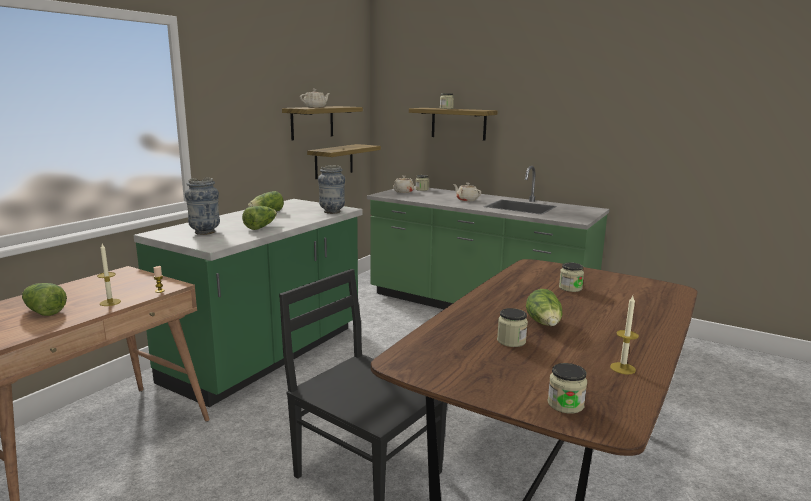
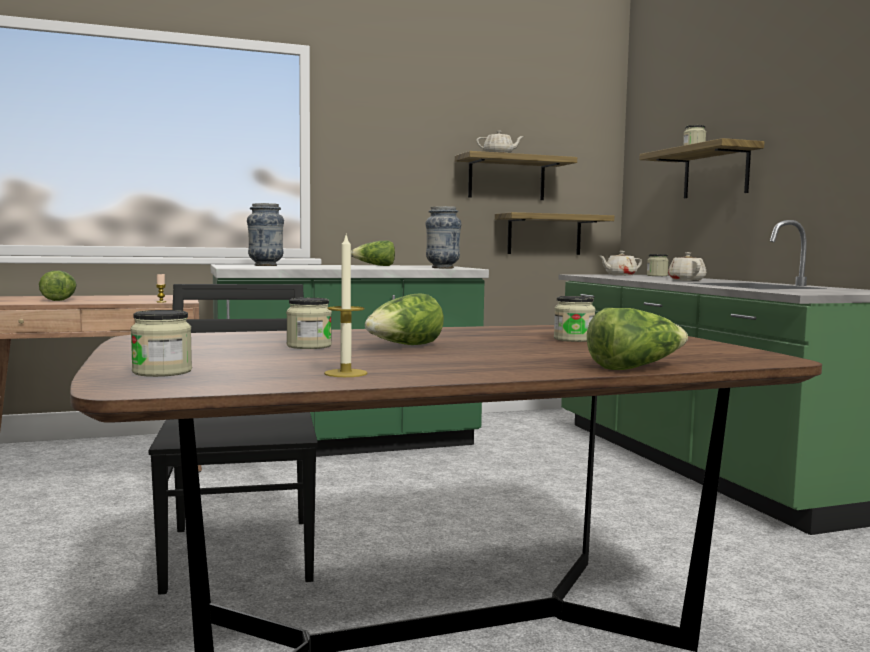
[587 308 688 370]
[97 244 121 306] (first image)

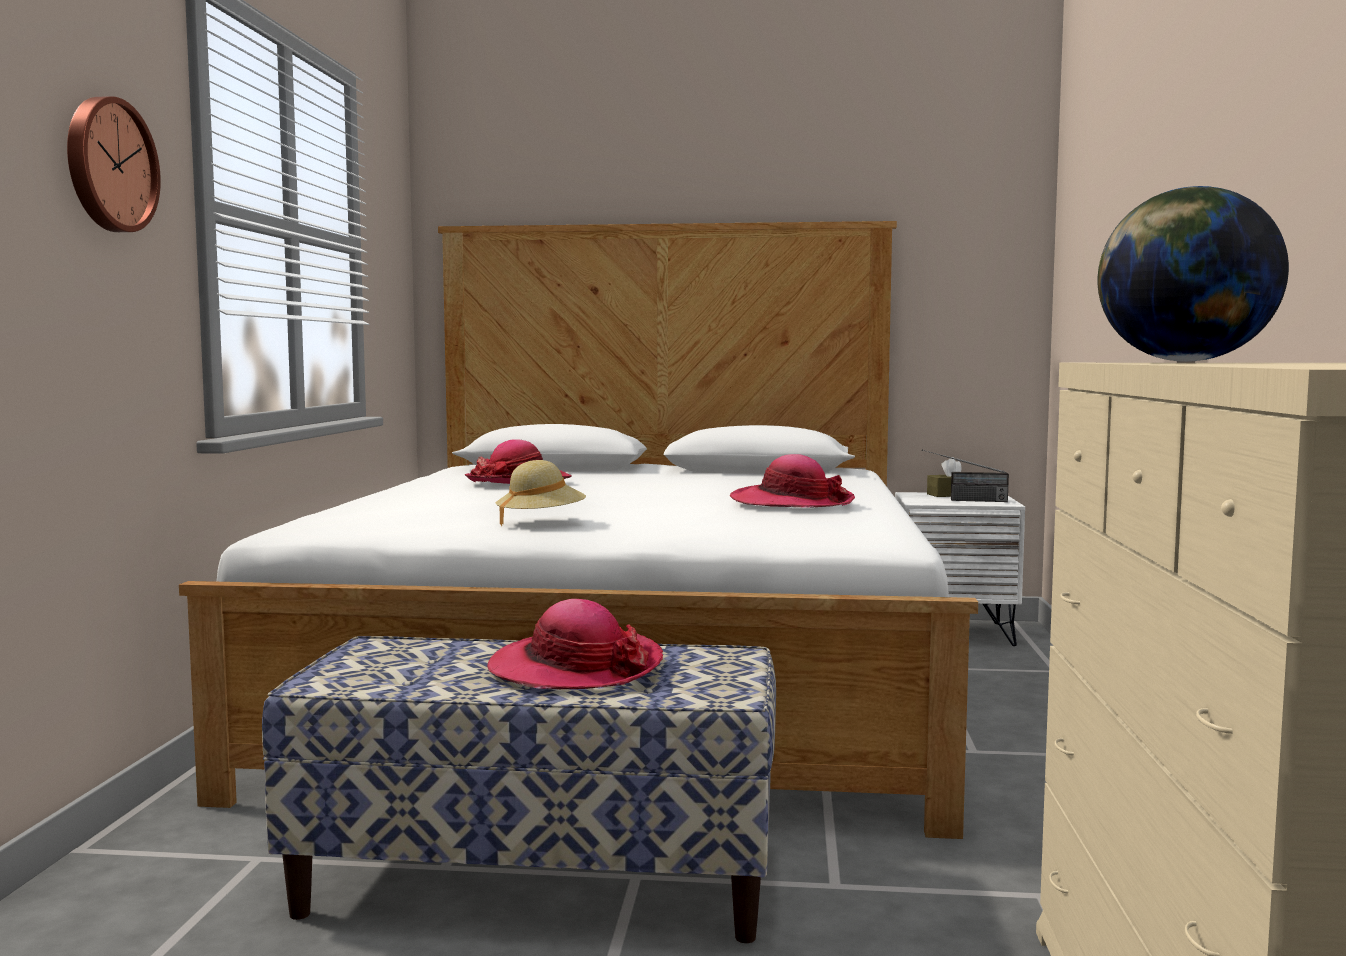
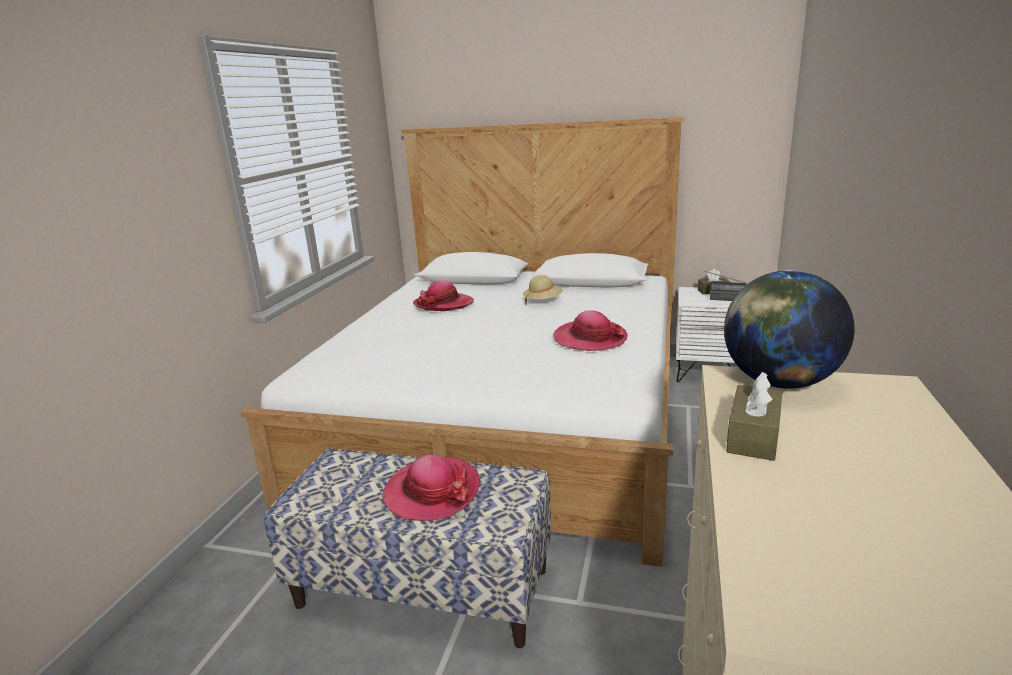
[523 275 563 305]
[726 372 783 461]
[67 96 161 232] (first image)

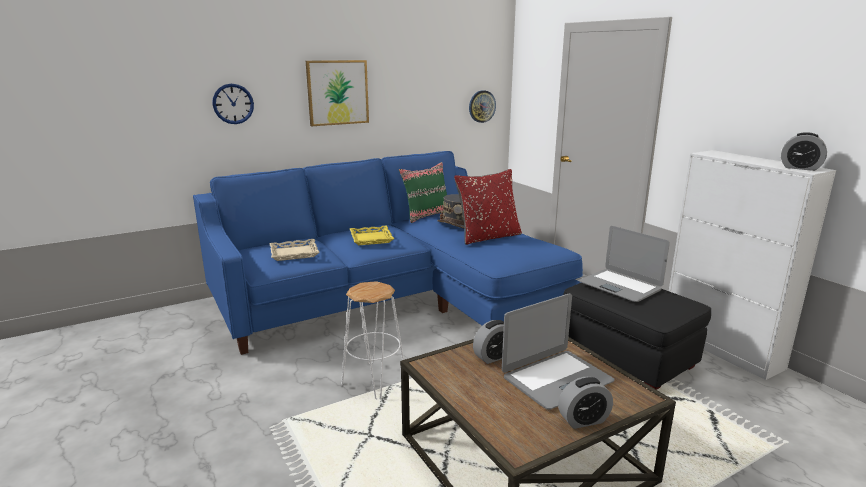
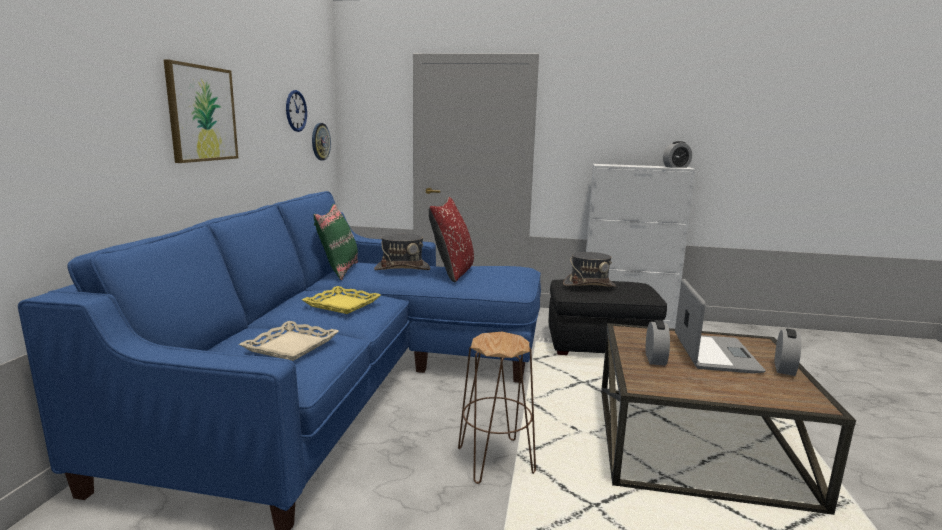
[286 90 307 132]
[458 332 536 484]
[563 252 616 287]

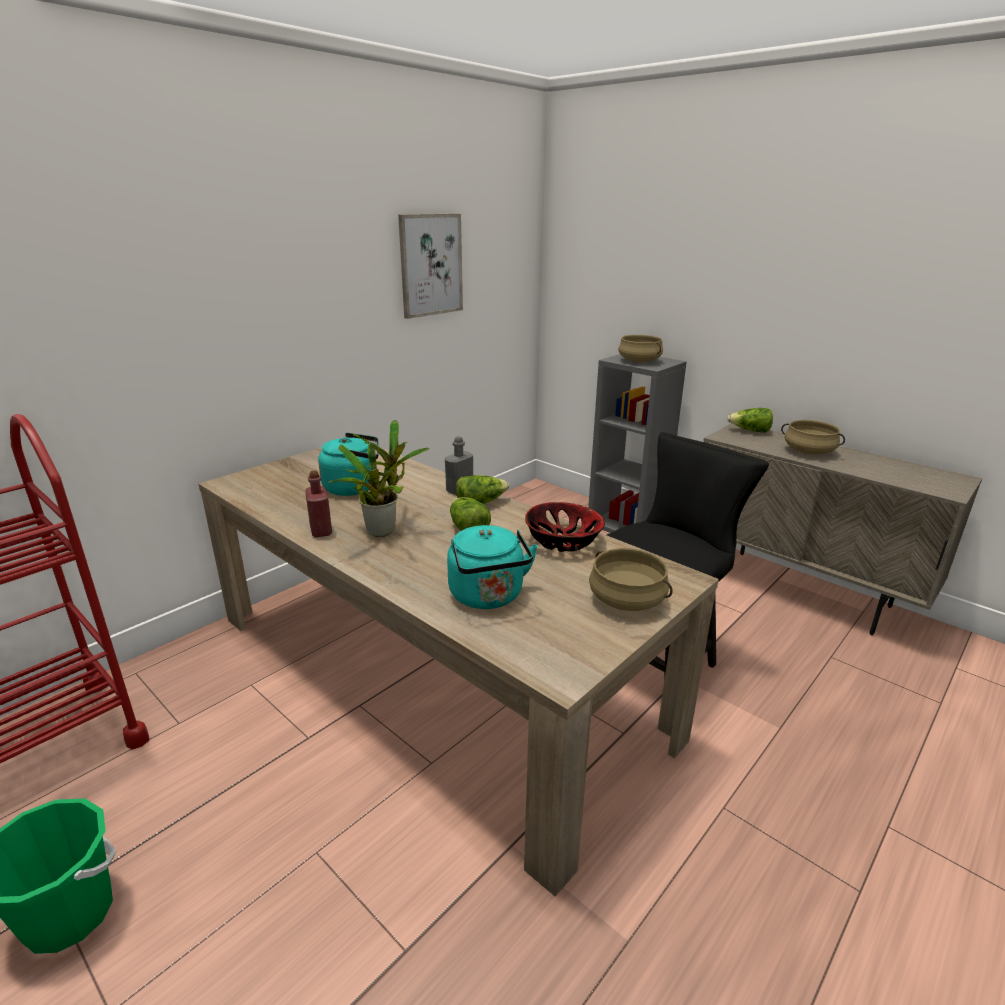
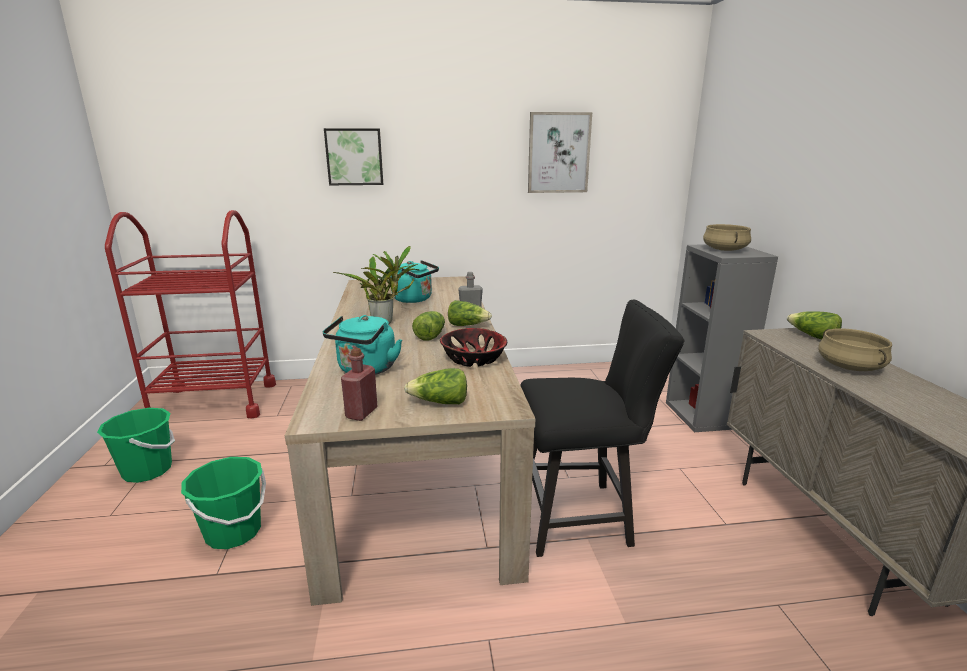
[181 457 266 549]
[324 128 383 185]
[341 348 378 421]
[404 368 467 404]

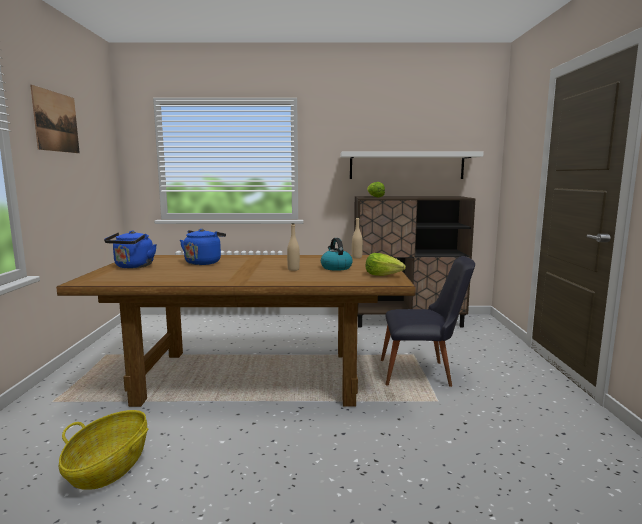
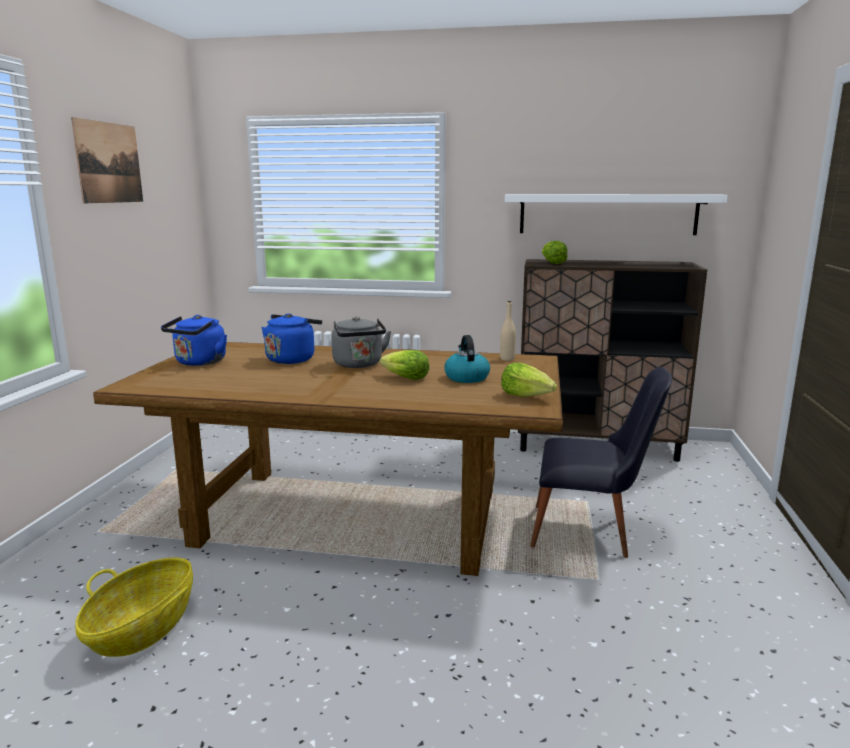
[332 316 391 368]
[380 350 429 380]

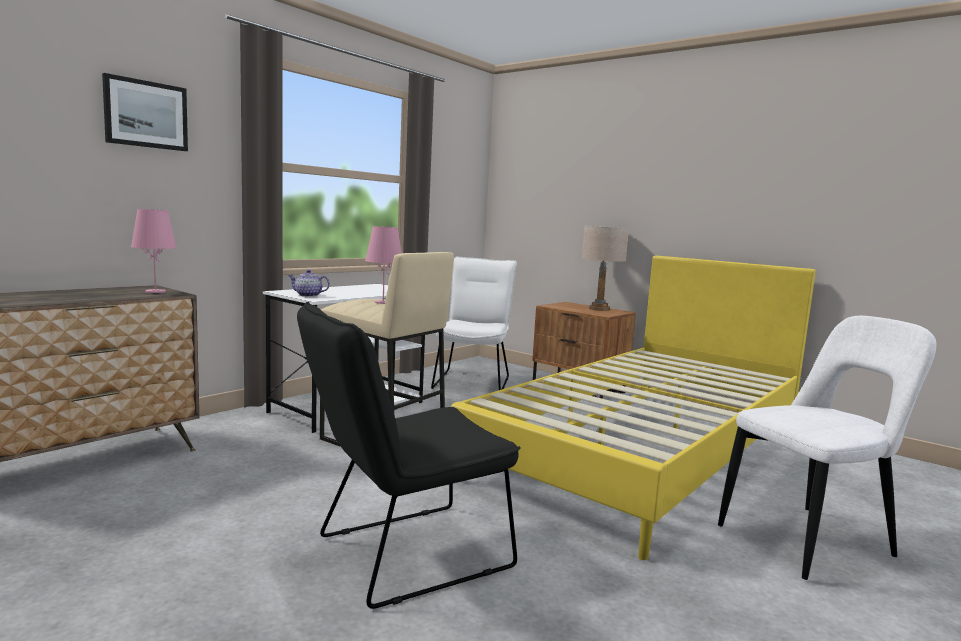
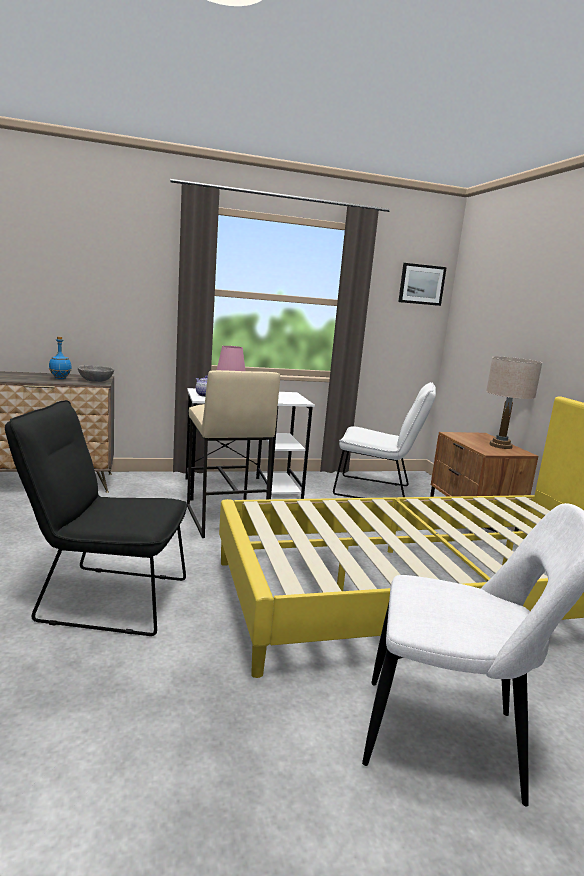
[49 337 72 379]
[78 365 114 382]
[333 382 436 498]
[398 263 447 306]

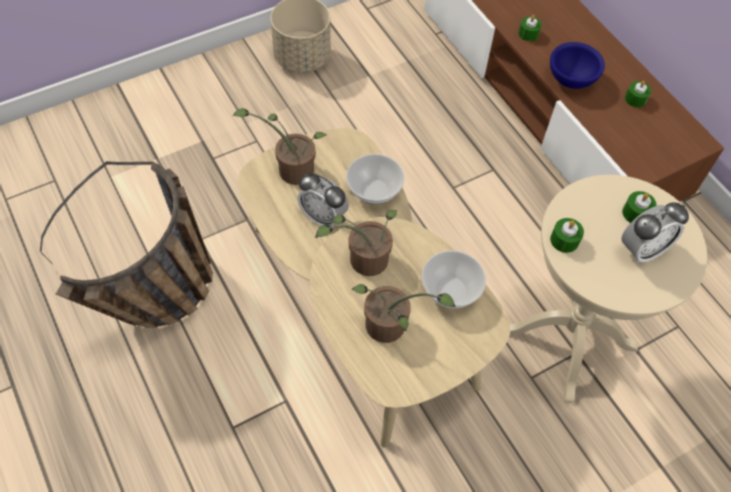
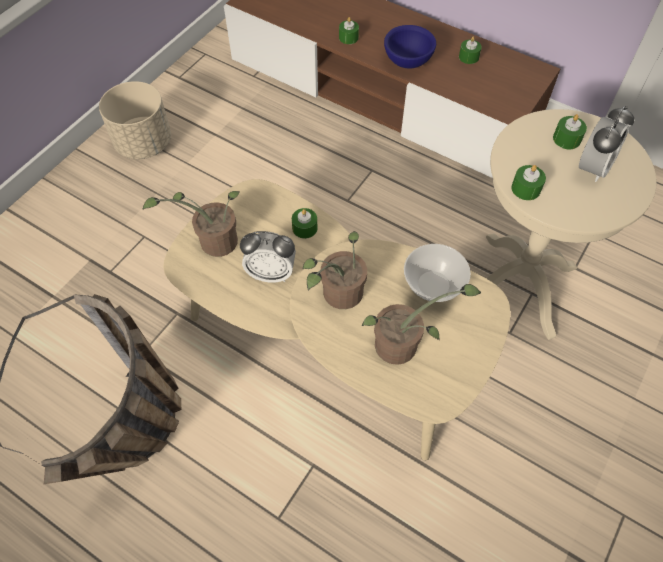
[292 208 317 239]

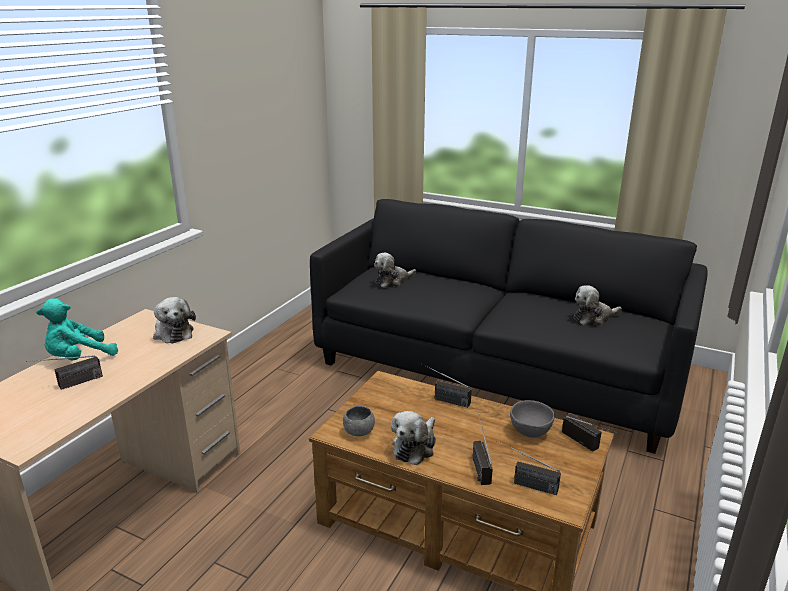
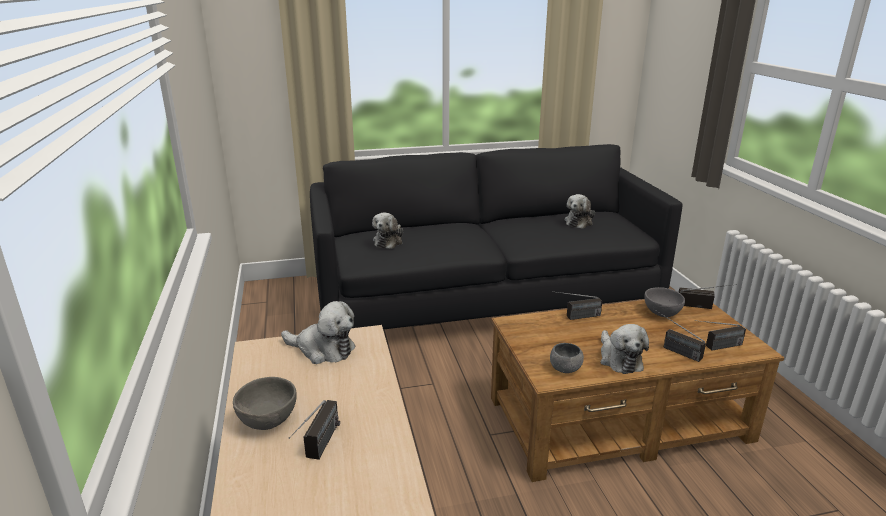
[233 377 297 430]

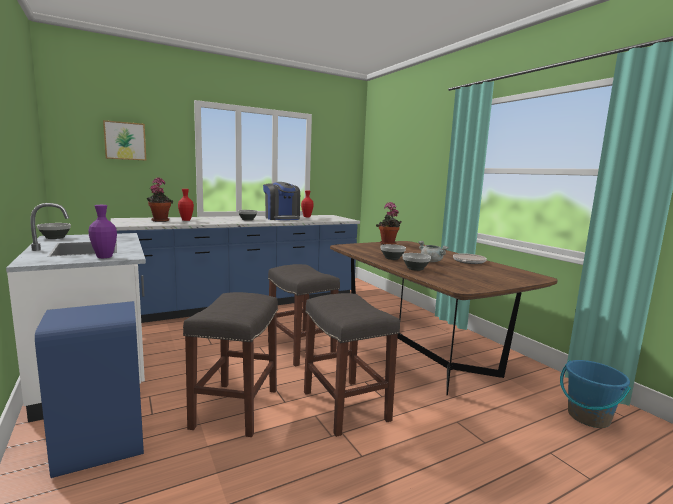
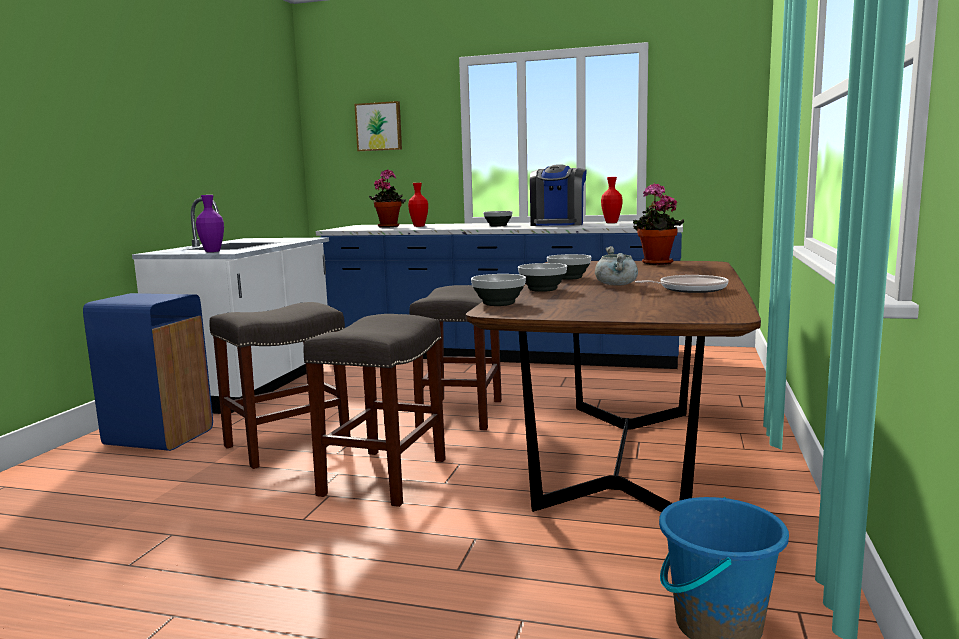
[471 274 526 306]

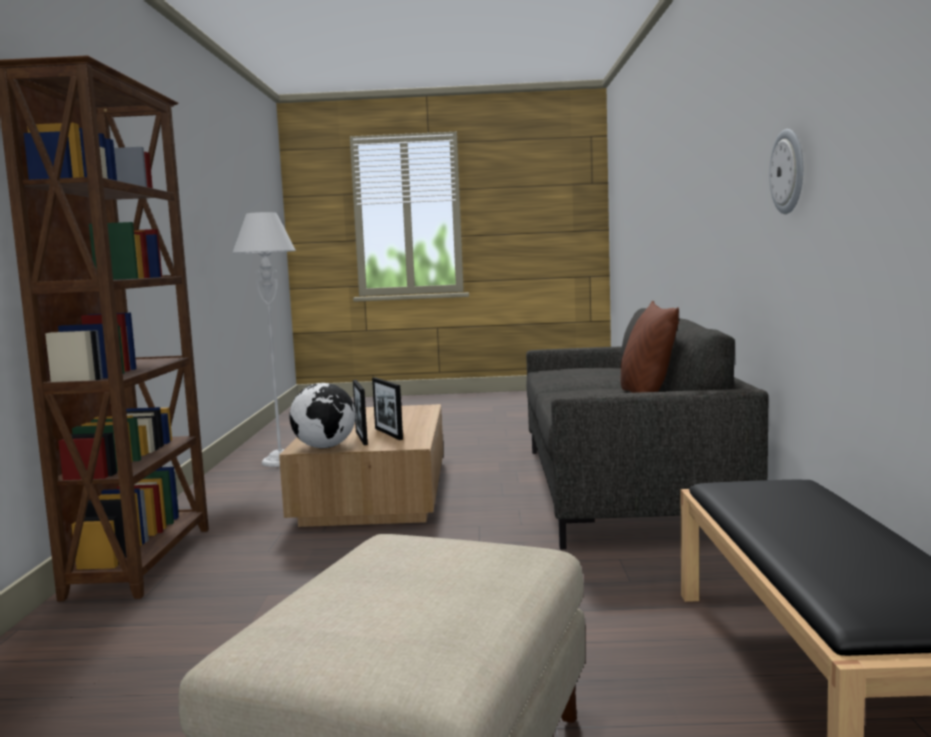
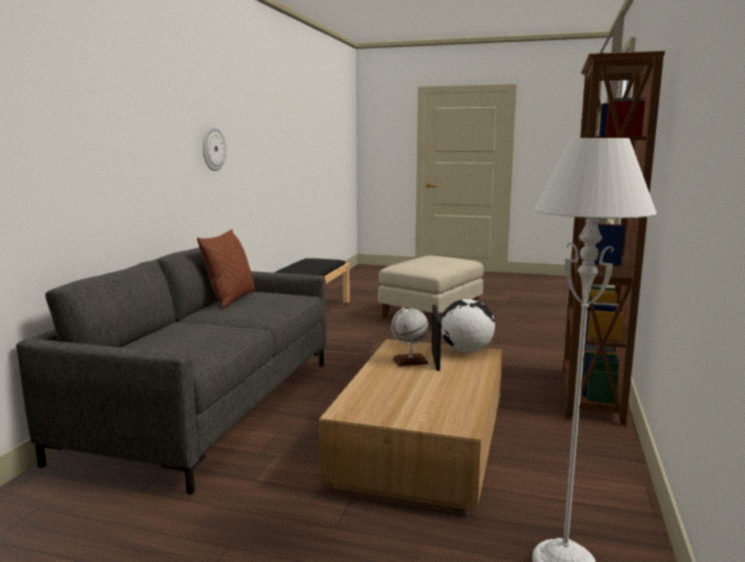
[391 307 429 366]

